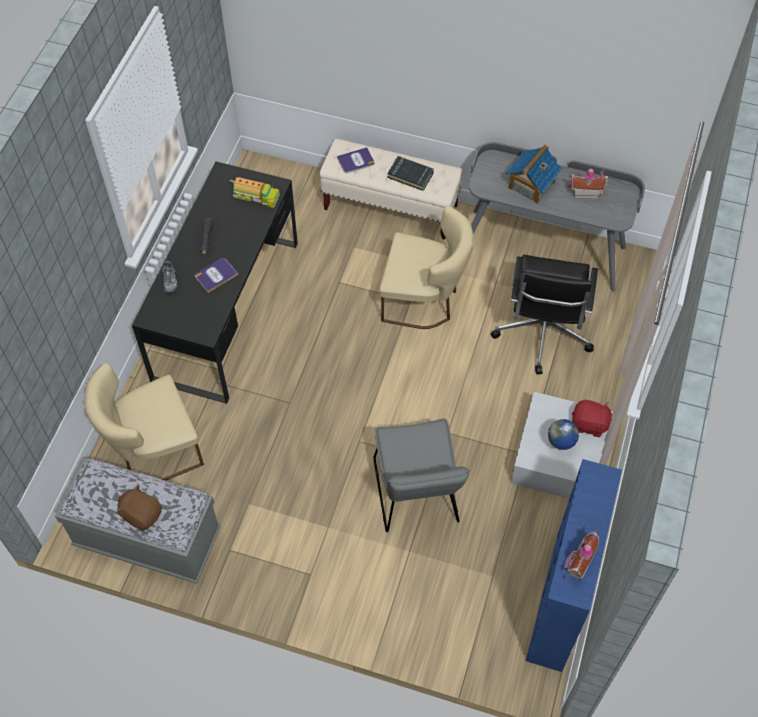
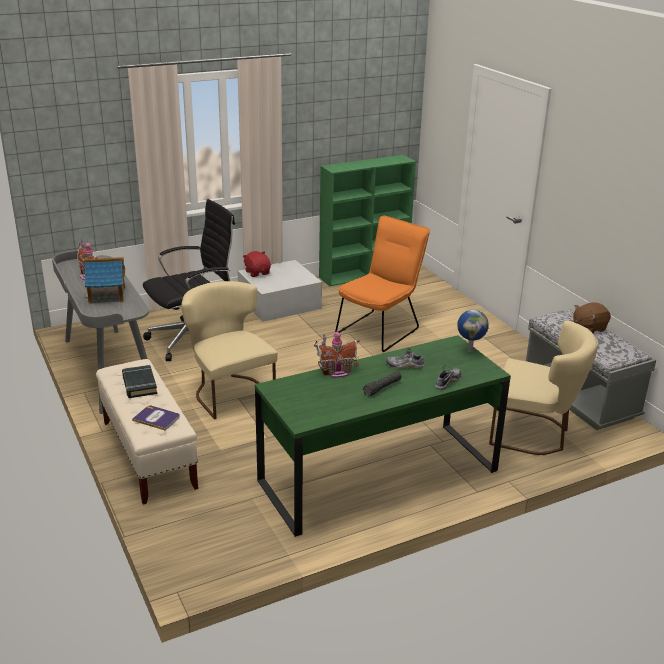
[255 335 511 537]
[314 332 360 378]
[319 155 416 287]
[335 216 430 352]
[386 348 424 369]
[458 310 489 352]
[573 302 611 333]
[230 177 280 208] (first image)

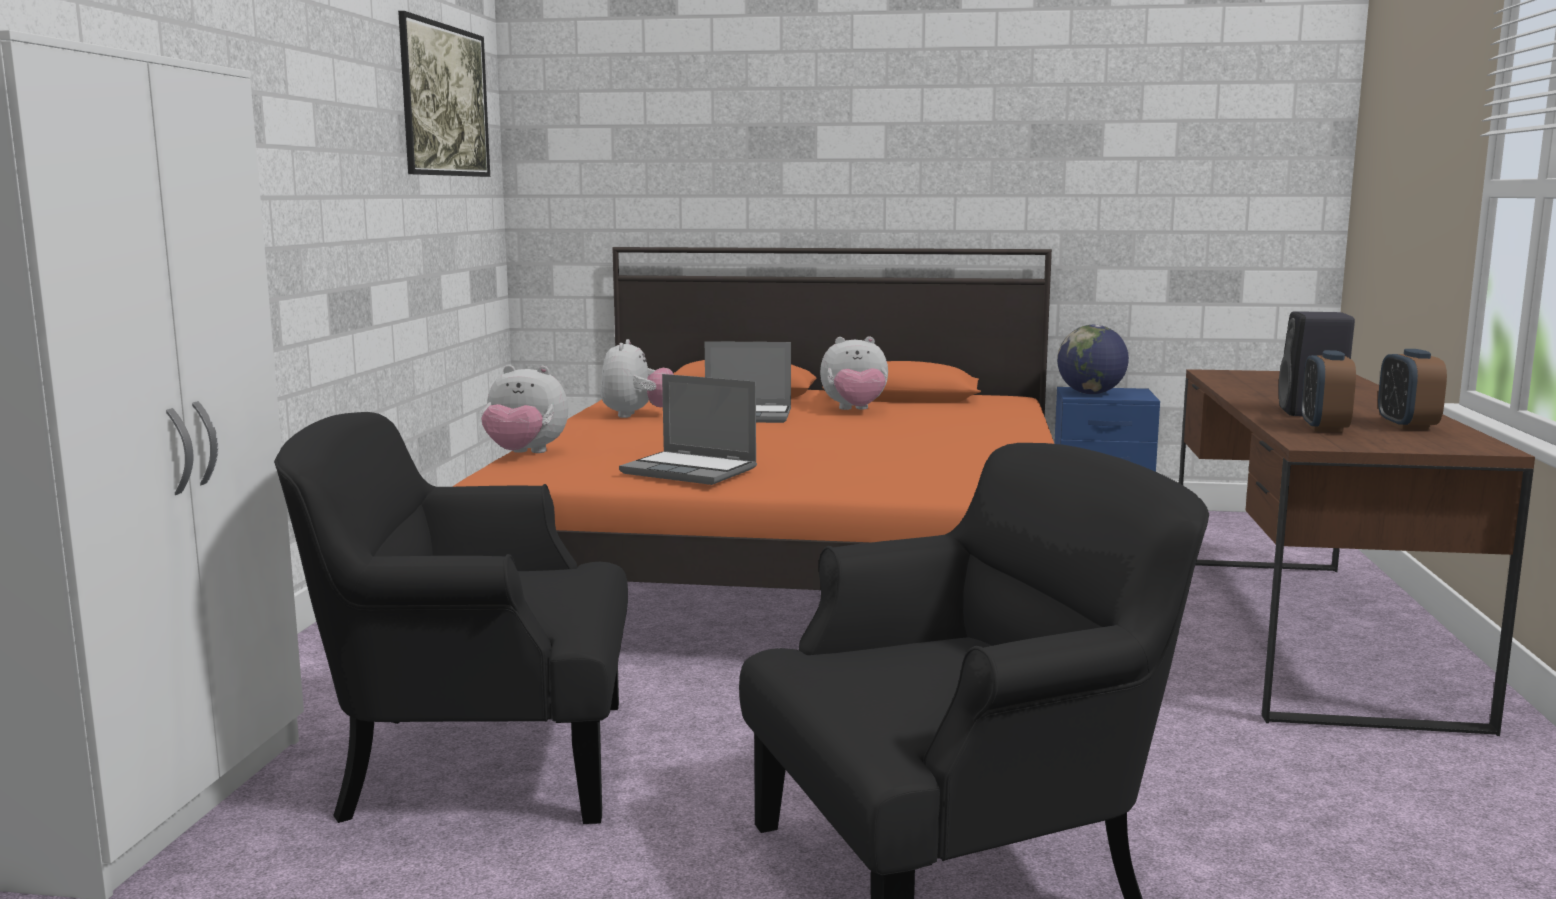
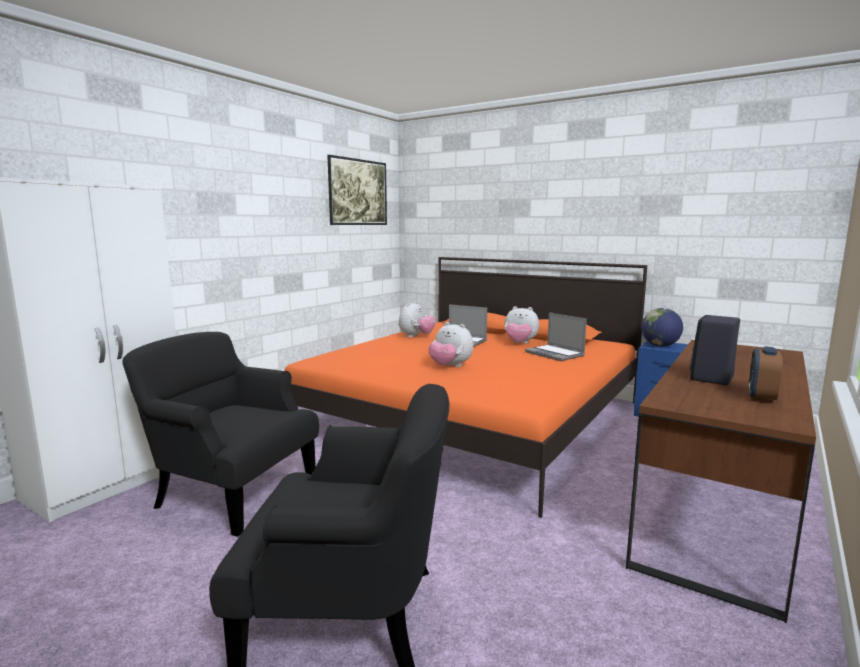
[429 322 473 367]
[525 312 587 361]
[1302 350 1356 432] (first image)

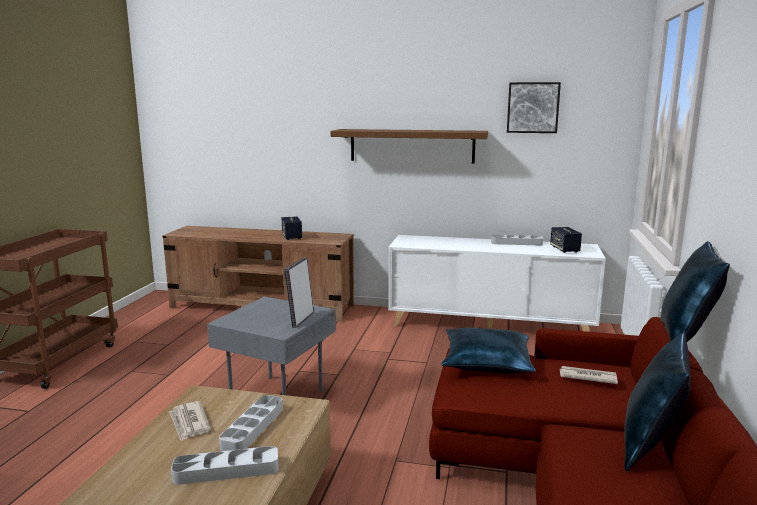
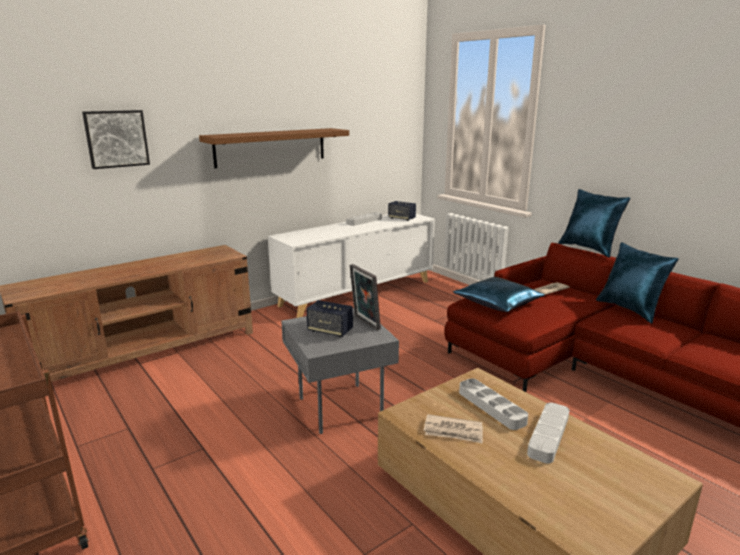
[82 110 150 169]
[306 300 353 337]

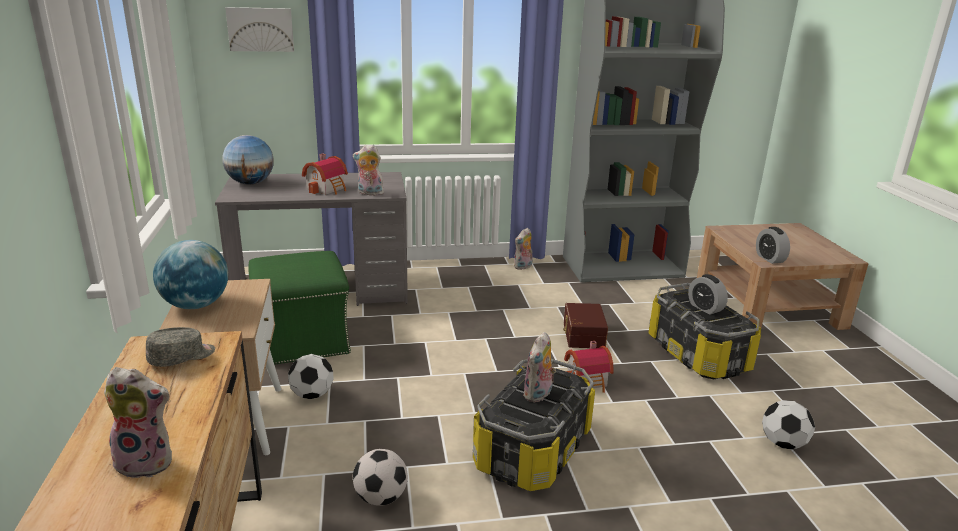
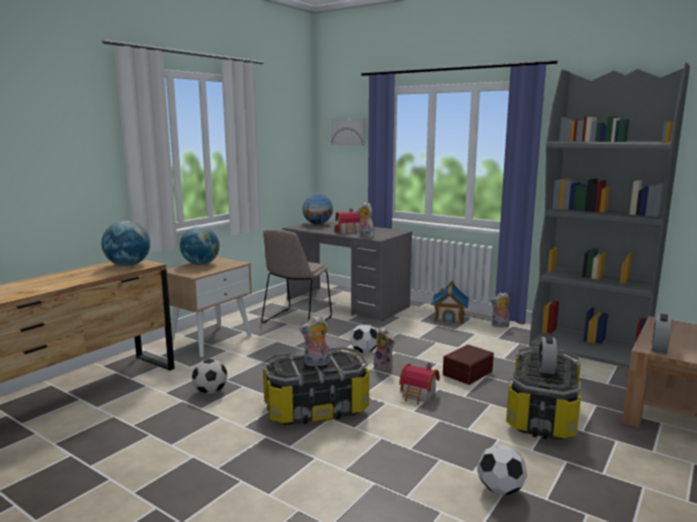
[101 221 150 266]
[261 230 332 323]
[349 325 377 353]
[374 327 395 372]
[431 281 469 324]

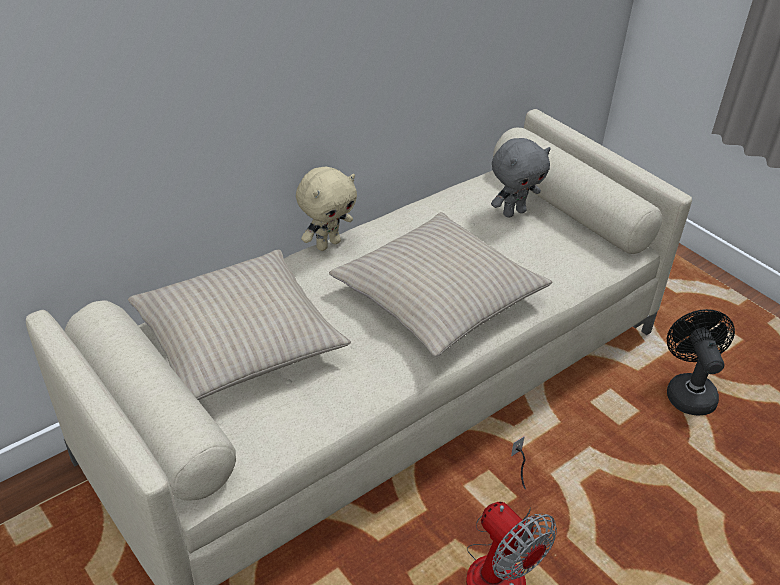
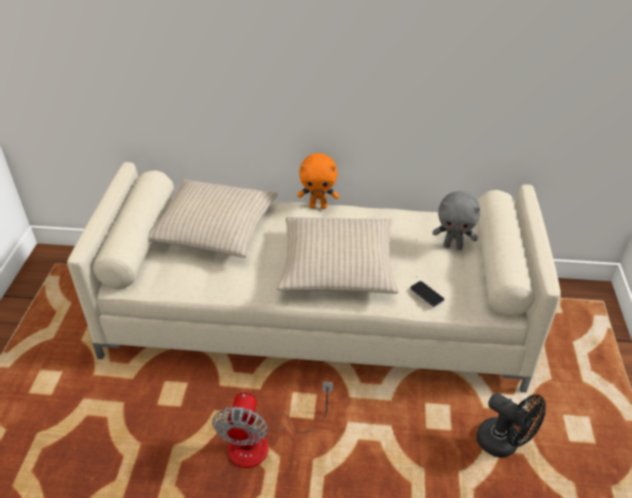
[297 153 339 209]
[410 281 444 307]
[476 393 546 458]

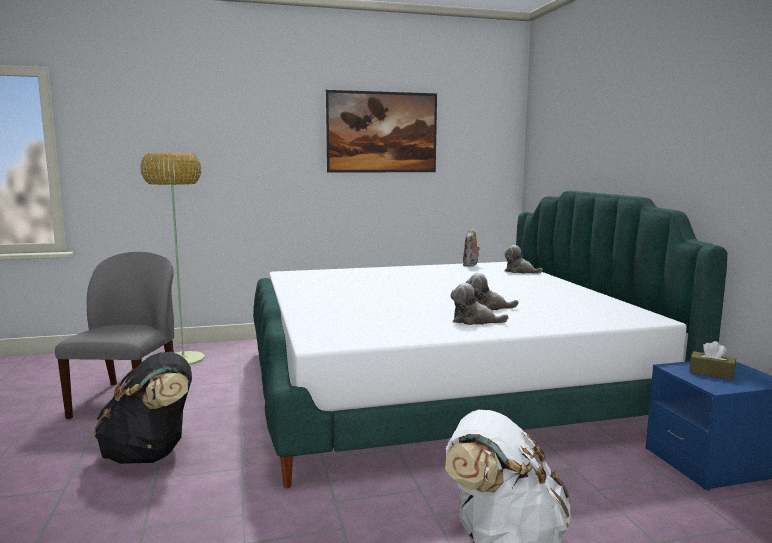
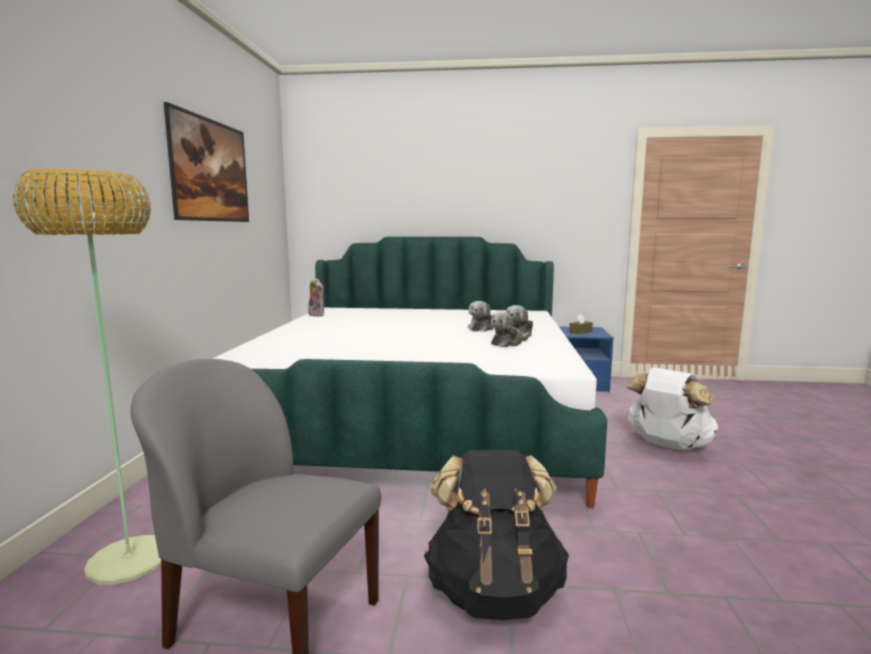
[491 311 530 347]

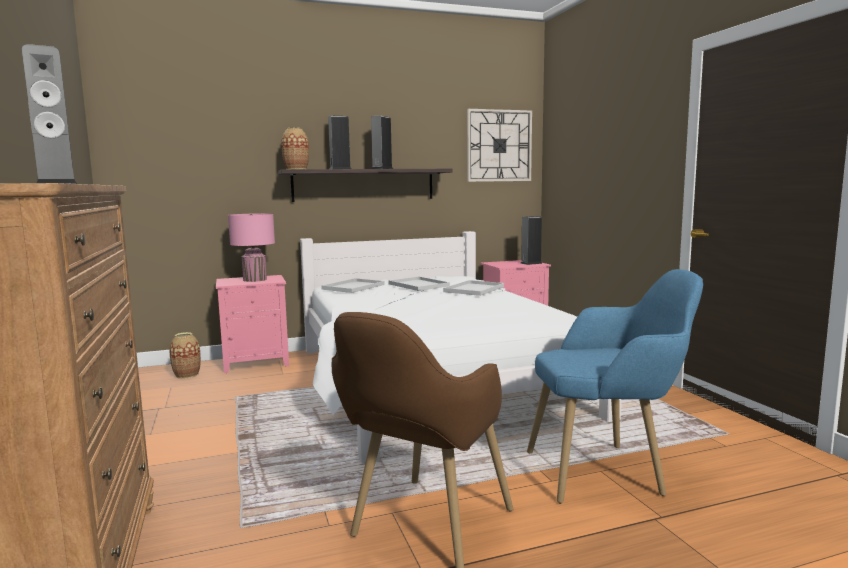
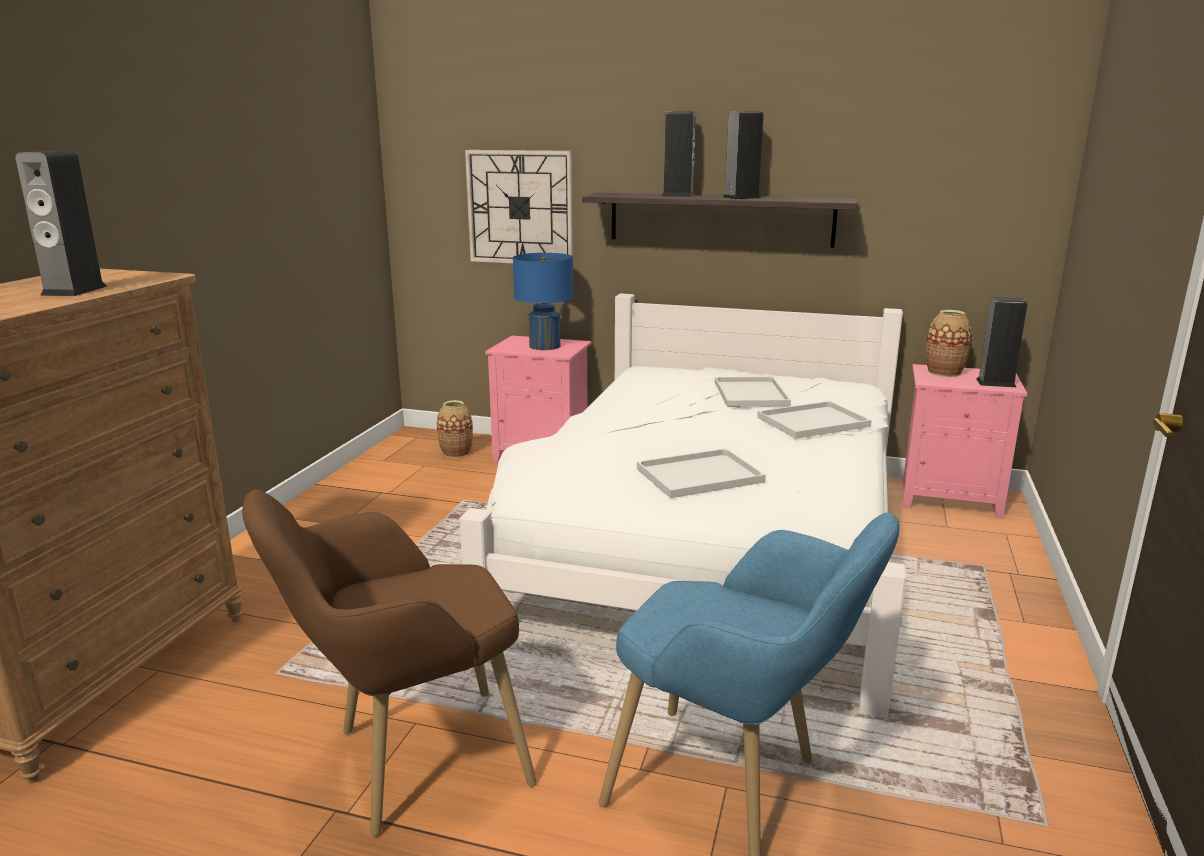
[465 150 573 263]
[513 253 574 350]
[637 448 766 498]
[926 310 972 377]

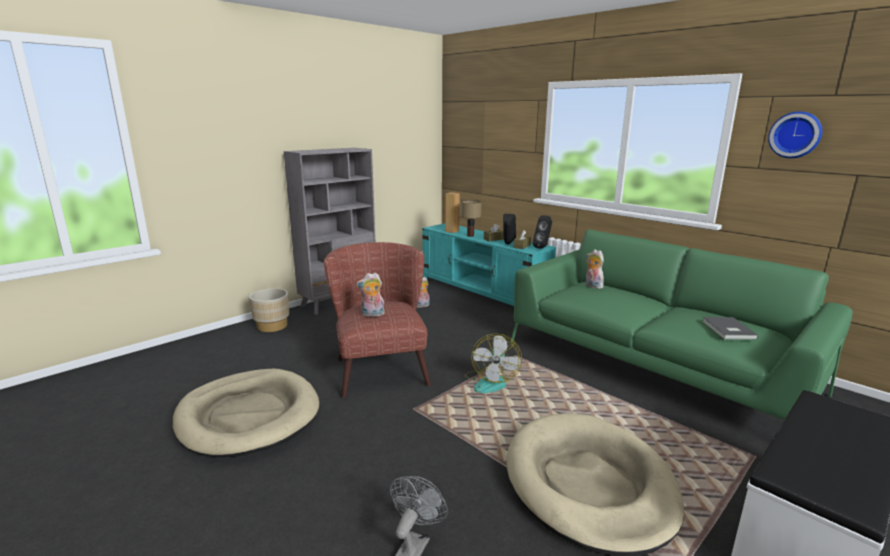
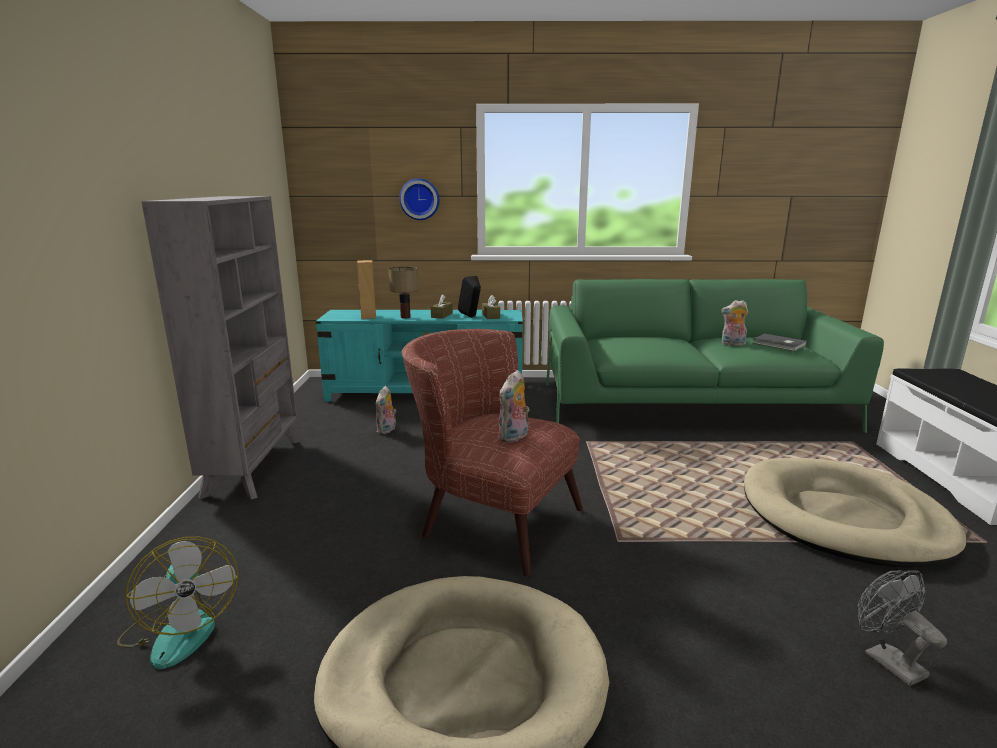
[117 537 238 669]
[399 178 439 220]
[721 300 748 346]
[249 288 289 332] (first image)
[533 215 552 249] (first image)

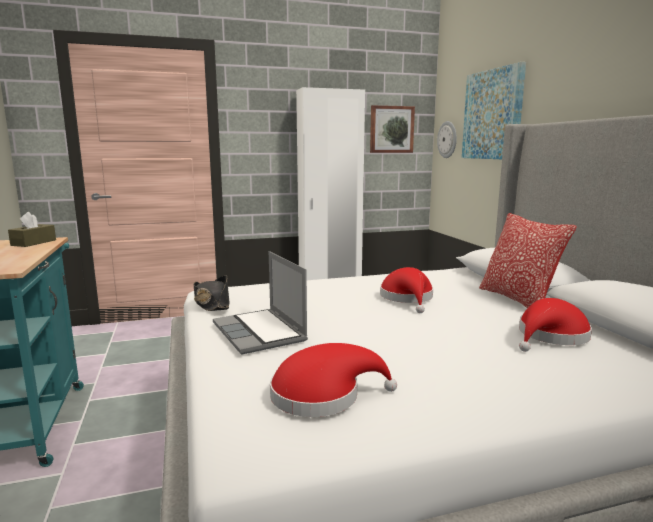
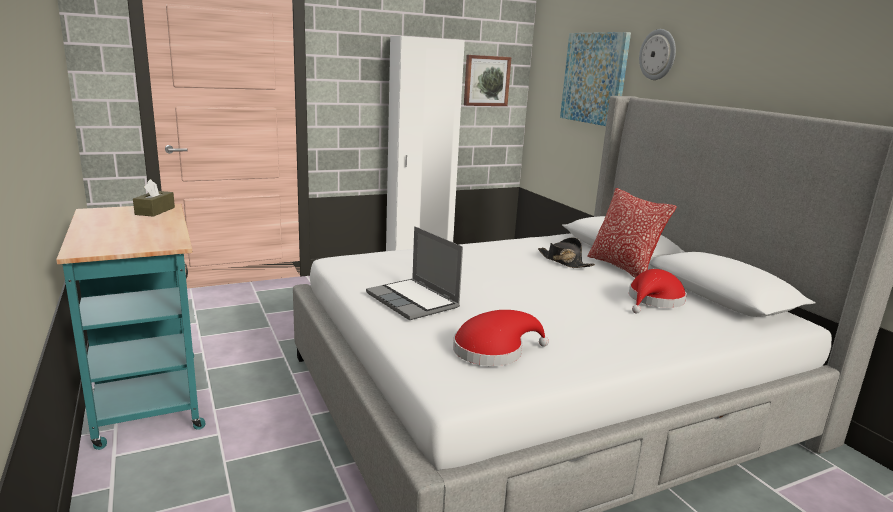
[538 237 595 268]
[639 29 676 80]
[380 267 433 313] (first image)

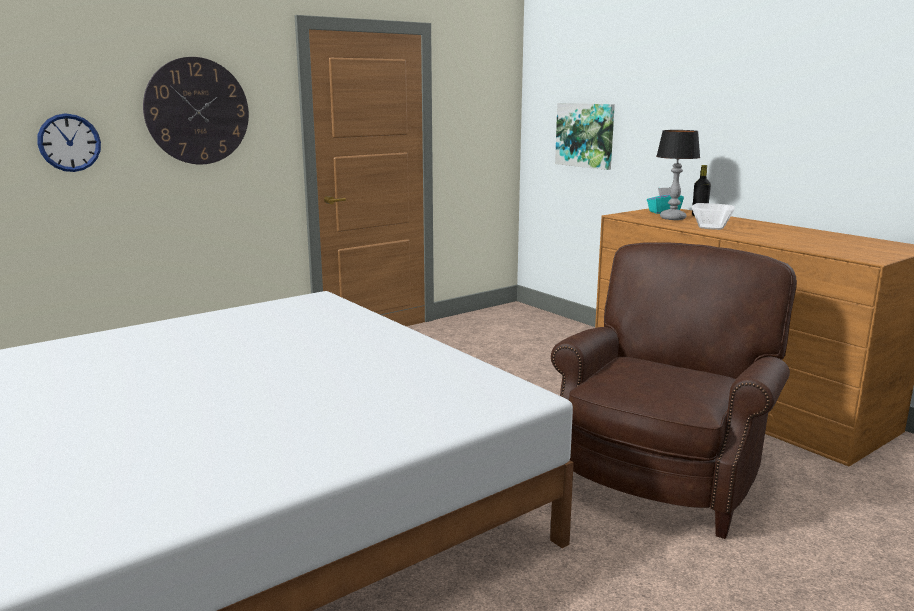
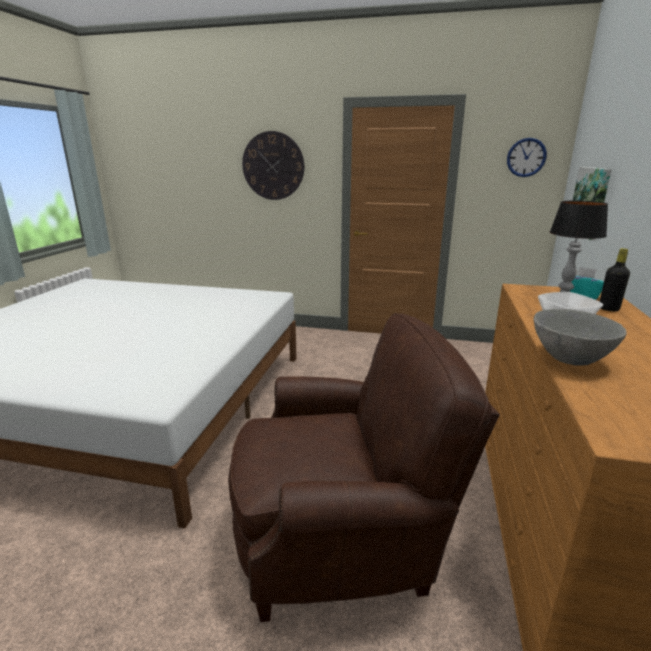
[507 138 547 177]
[533 309 627 366]

